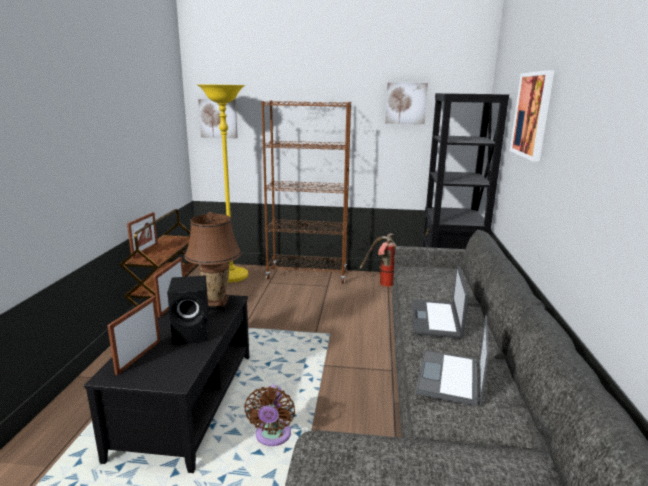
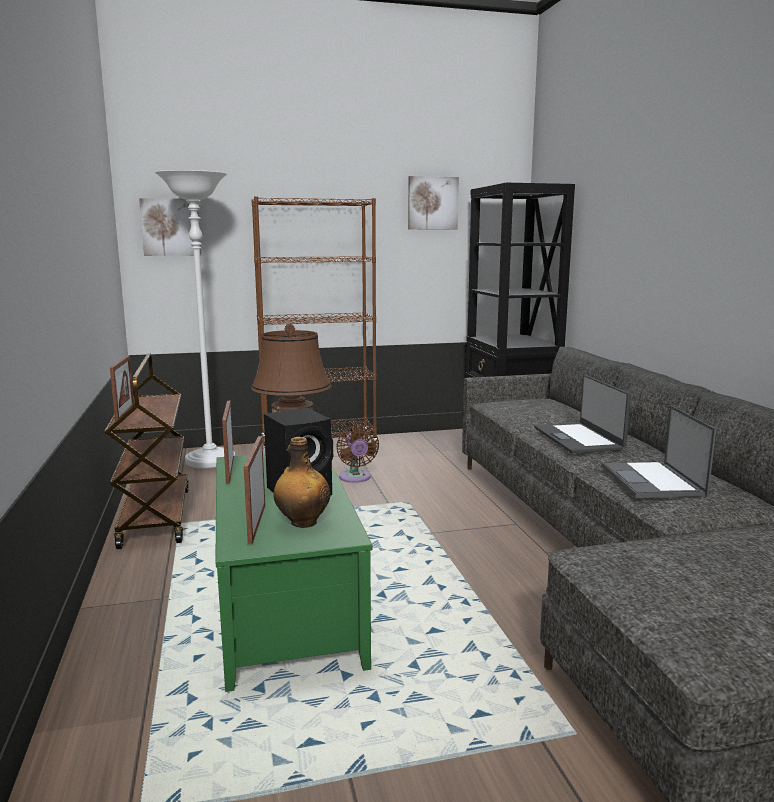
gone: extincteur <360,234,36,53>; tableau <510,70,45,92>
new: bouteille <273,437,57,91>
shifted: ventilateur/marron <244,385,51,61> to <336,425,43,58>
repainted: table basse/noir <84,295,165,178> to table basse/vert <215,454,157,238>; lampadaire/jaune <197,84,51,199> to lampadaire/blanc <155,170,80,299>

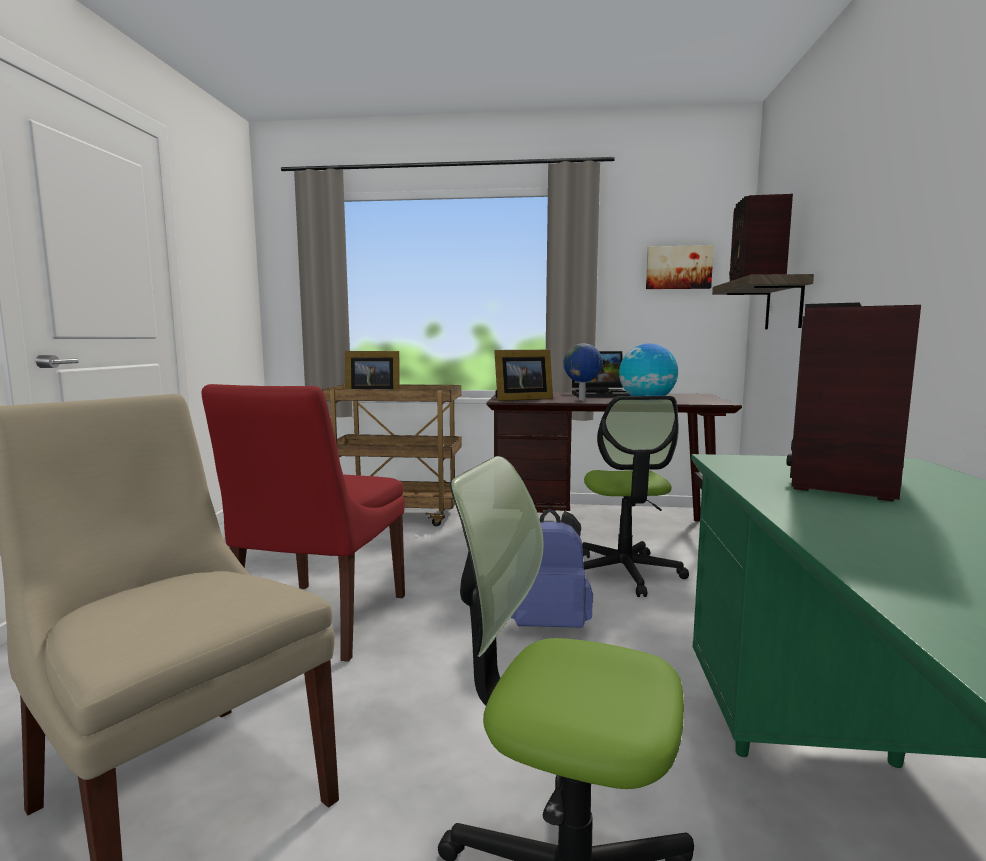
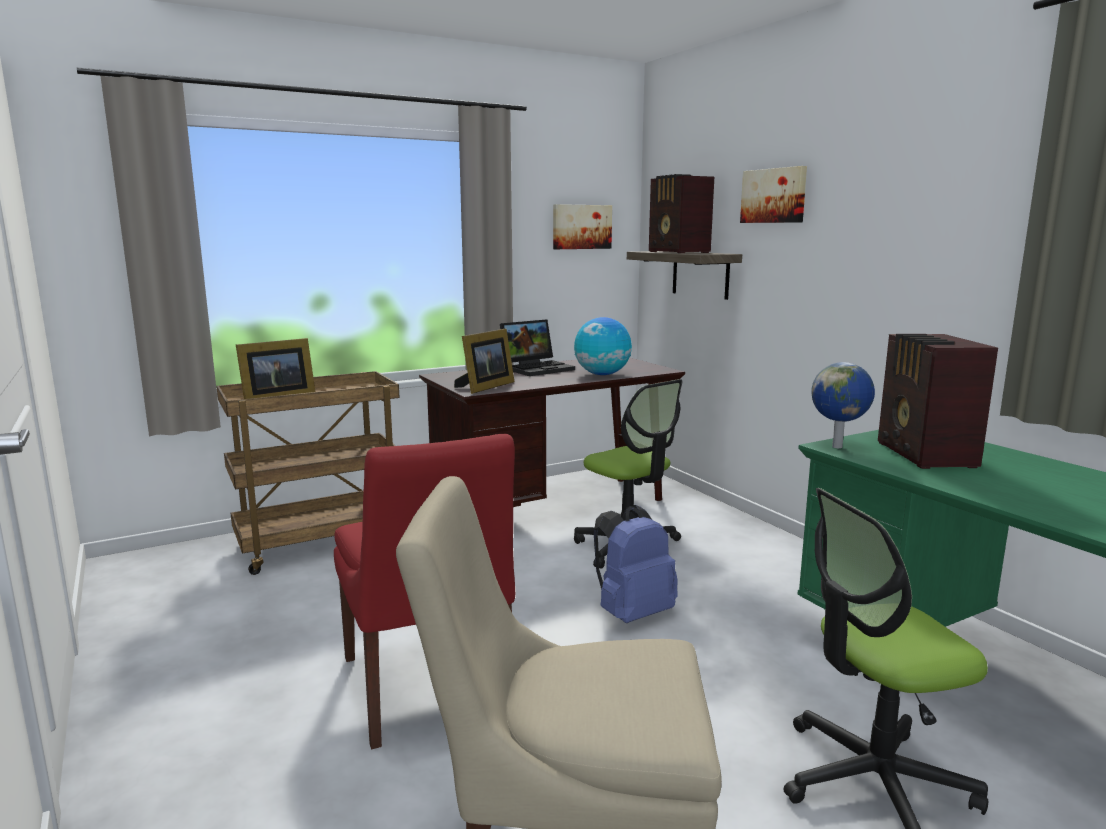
new: tableau <740,166,67,57>
shifted: globe <563,343,40,58> to <811,362,64,86>

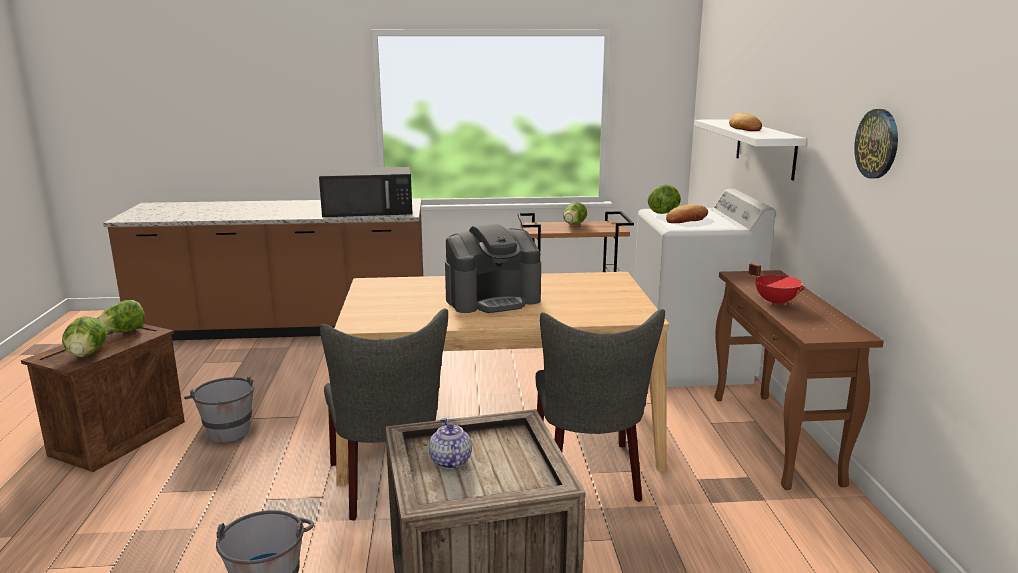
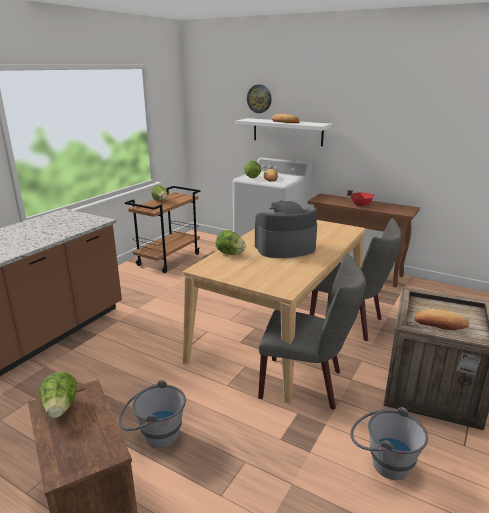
gone: micro-ondes/noir <319,167,93,50>
shifted: laitue <62,316,46,41> to <216,230,30,25>; horloge murale <854,109,44,70> to <247,85,25,28>
swapped: théière <429,418,43,51> to pain <415,309,55,21>
rotated: machine à café <445,223,96,90> = <255,201,62,57> 120 degrees counterclockwise

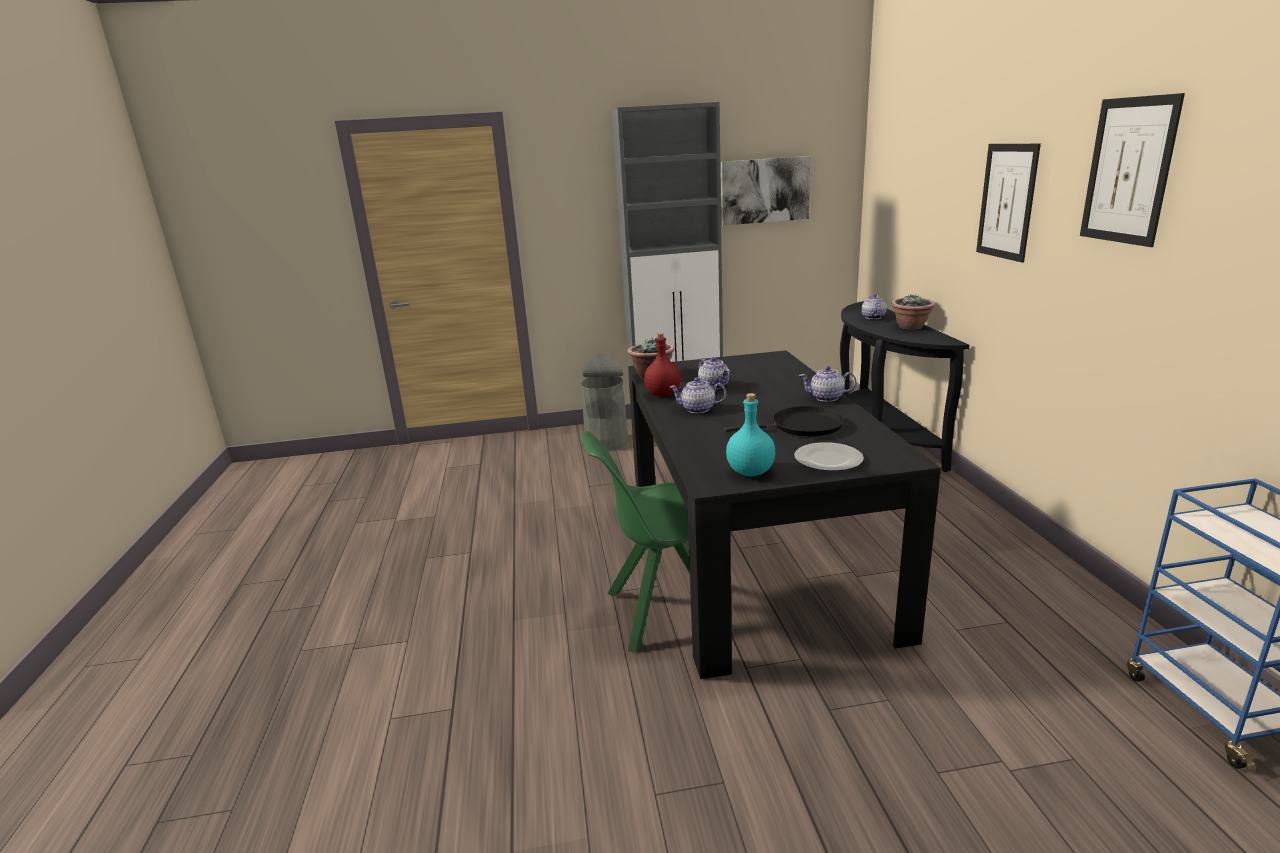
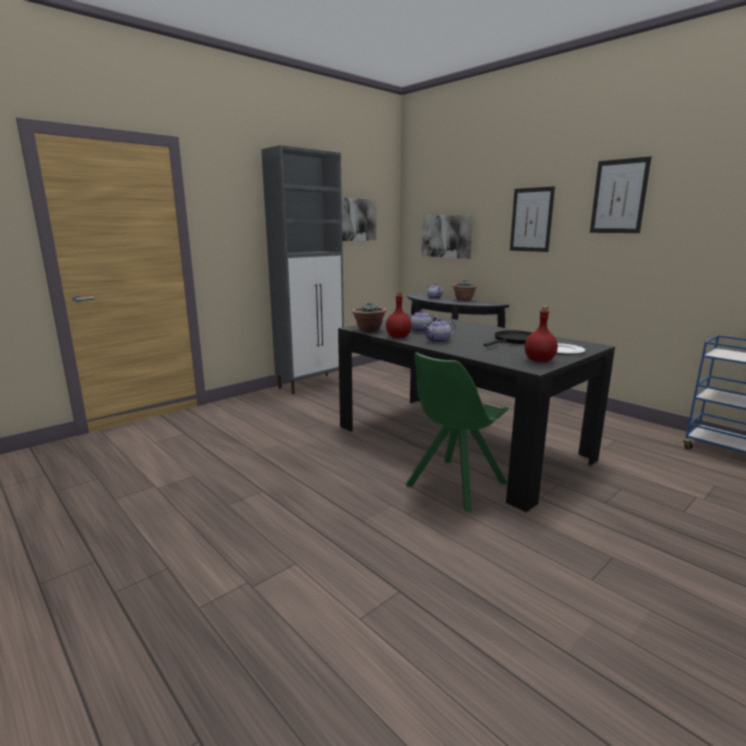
gone: poubelle/gris <581,354,47,97>; théière <799,366,58,36>
new: tableau <422,215,51,44>
repainted: bouteille/turquoise <726,393,50,84> to bouteille/rouge <525,306,33,56>

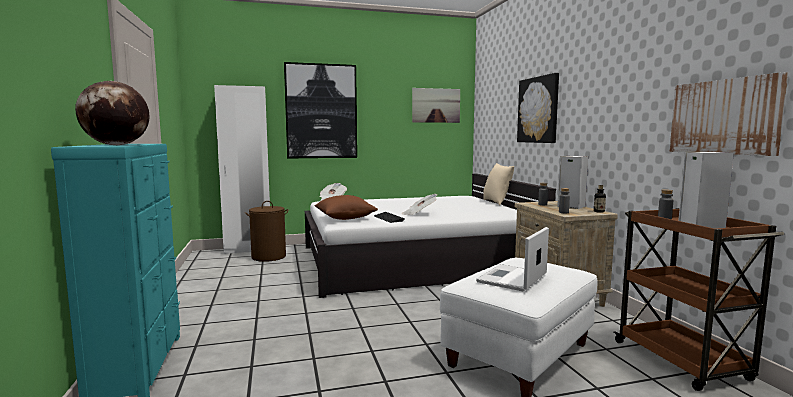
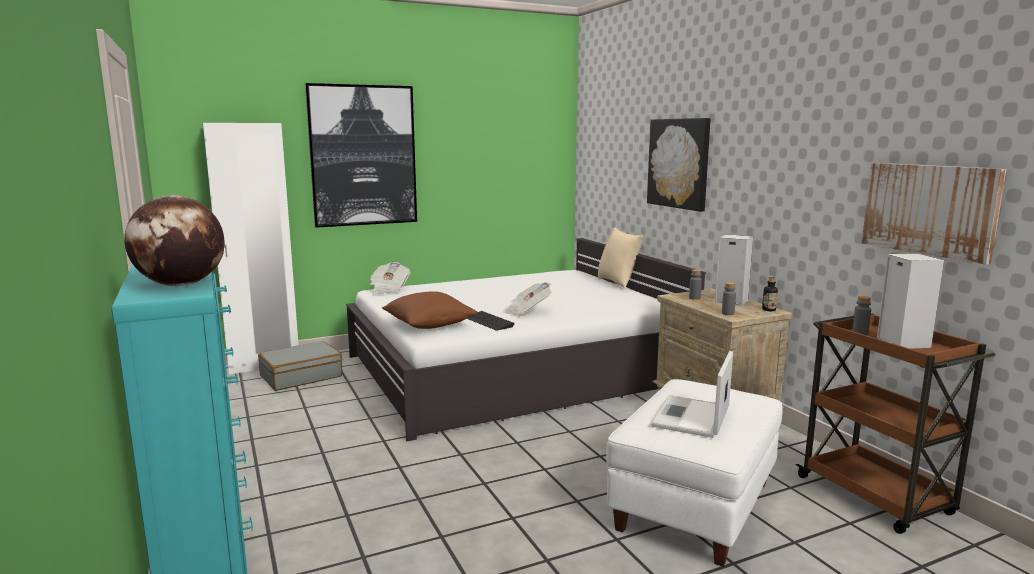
gone: tableau <412,88,48,35>
swapped: panier à linge/marron <245,201,44,61> to valise/gris <258,341,84,50>

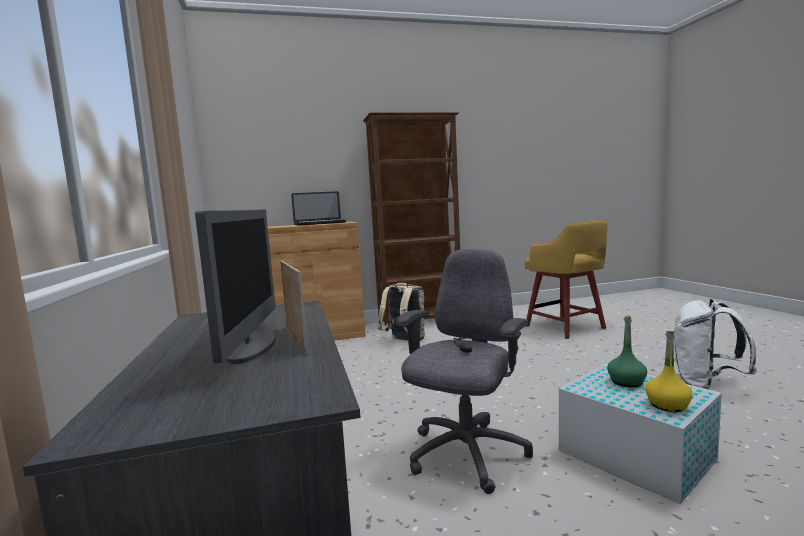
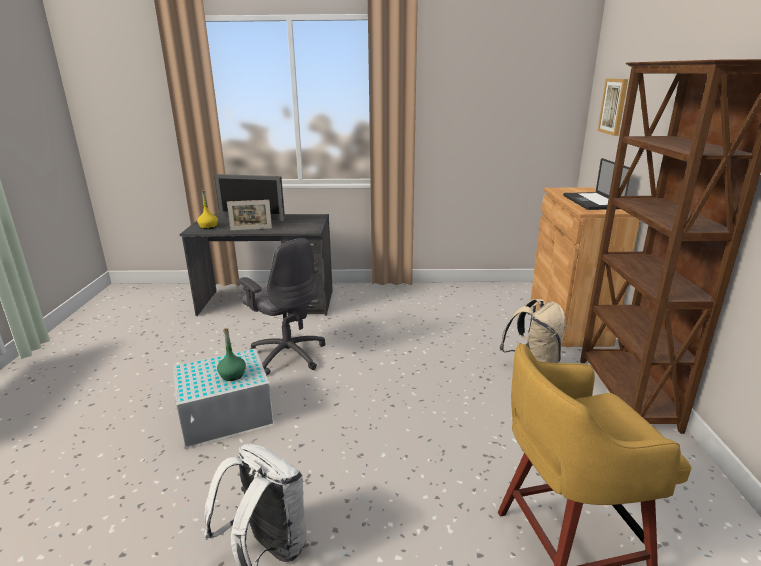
new: tableau <598,79,30,57>
shifted: bouteille/jaune <645,331,48,81> to <197,190,21,39>

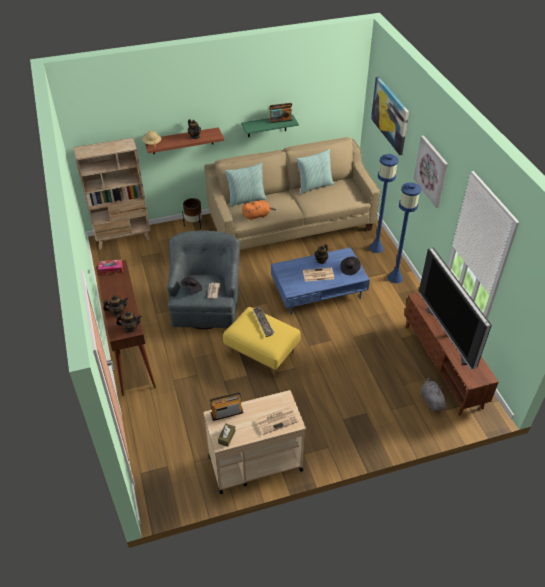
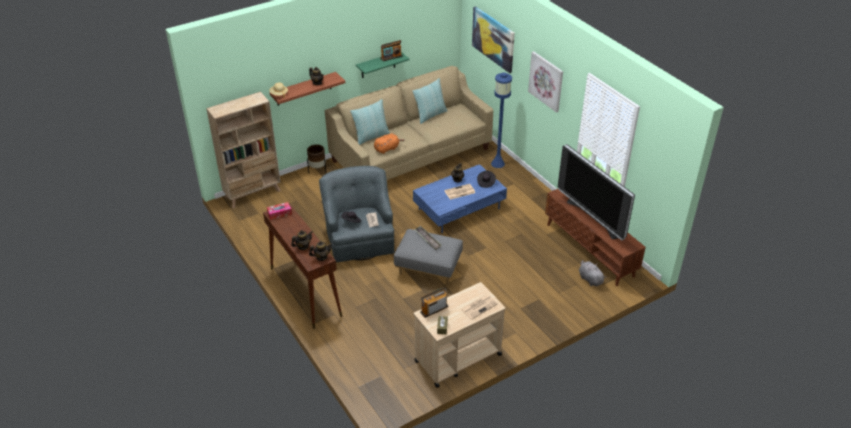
gone: lampadaire/bleu <388,182,33,101>
repainted: pouf/jaune <223,307,78,69> to pouf/gris <394,229,69,57>

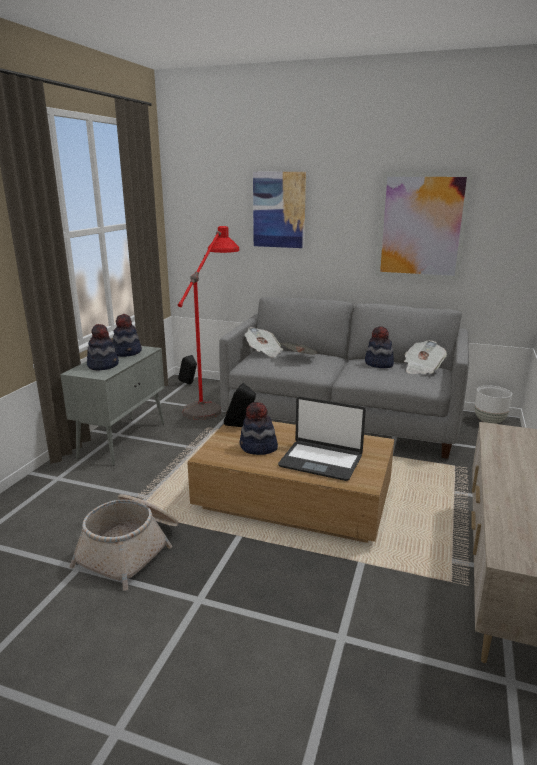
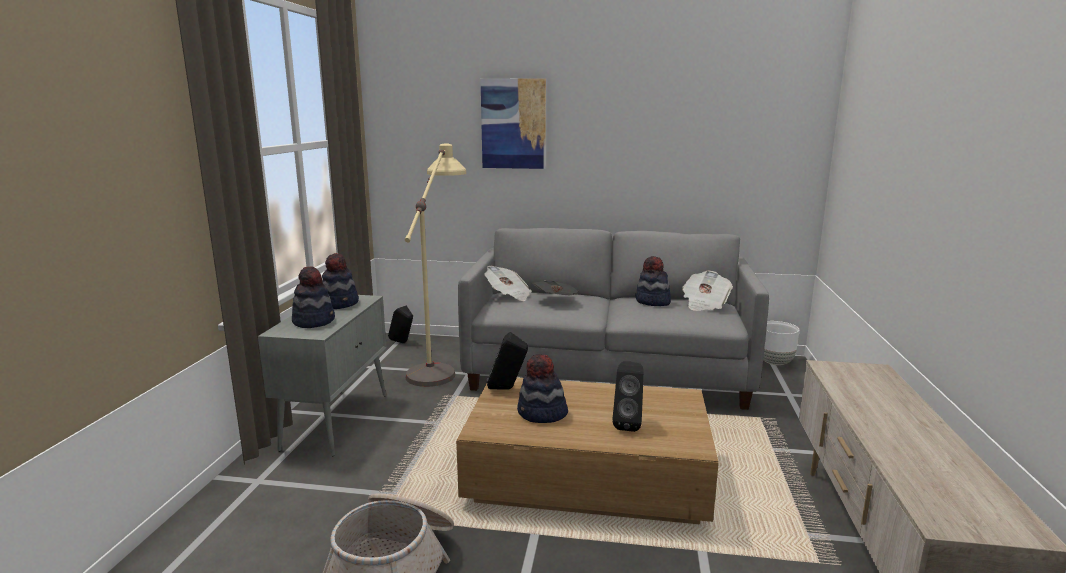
gone: tableau <376,172,97,109>
swapped: ordinateur portable <278,397,88,84> to enceinte/noir <613,362,31,70>
repainted: lampadaire/rouge <178,226,61,194> to lampadaire/beige <405,144,61,243>

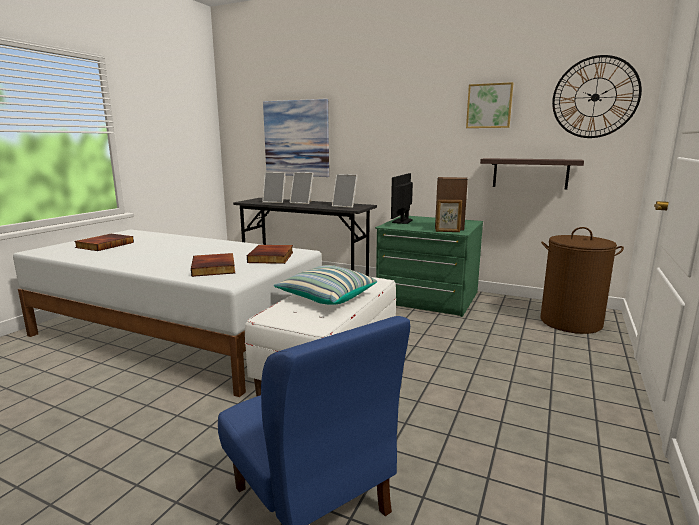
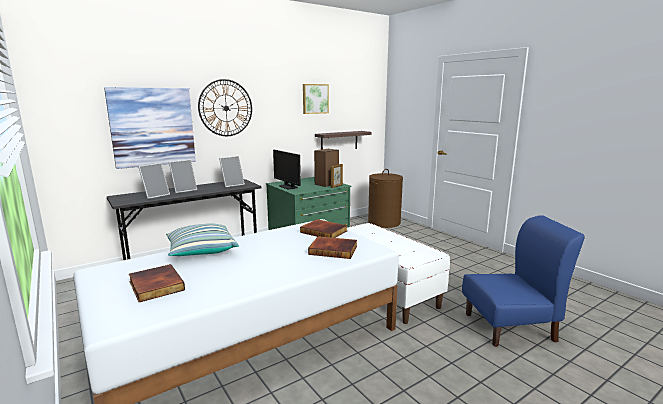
shifted: coussin <274,265,103,40> to <166,223,73,33>; horloge murale <552,55,90,83> to <198,79,54,57>

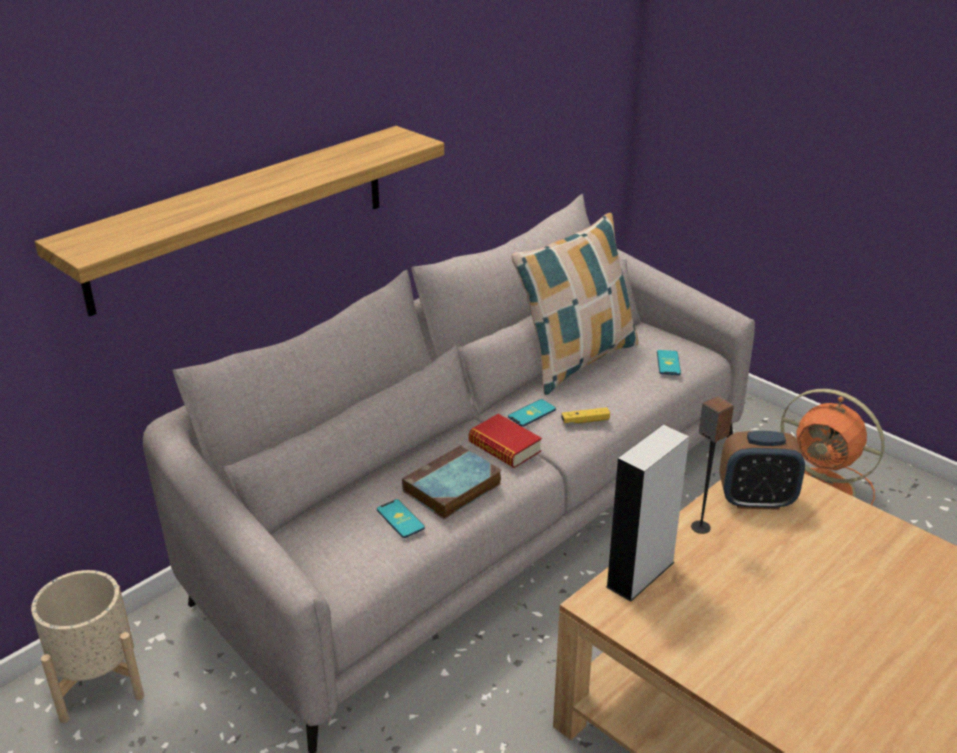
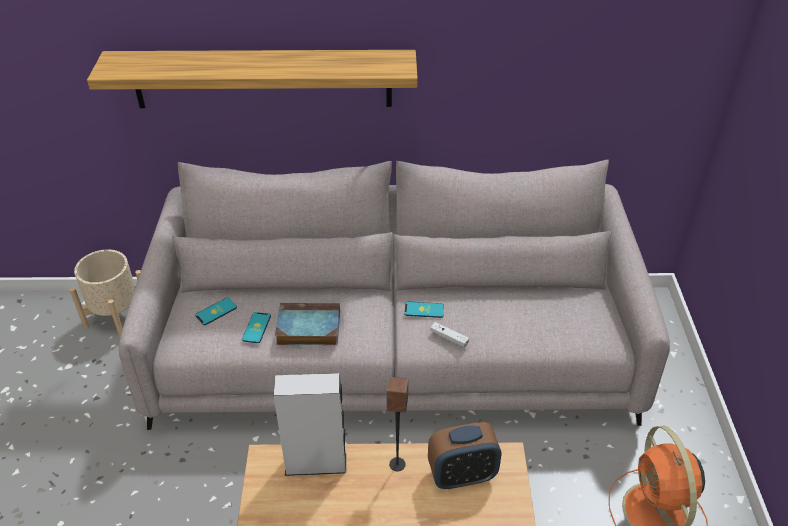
gone: livre <469,414,73,54>; coussin <511,213,127,182>
shifted: téléphone <657,350,24,25> to <195,297,42,28>
repainted: manette/jaune <561,407,49,16> to manette/blanc <430,322,39,26>
rotated: réveil <719,431,86,79> = <428,422,73,67> 60 degrees counterclockwise

